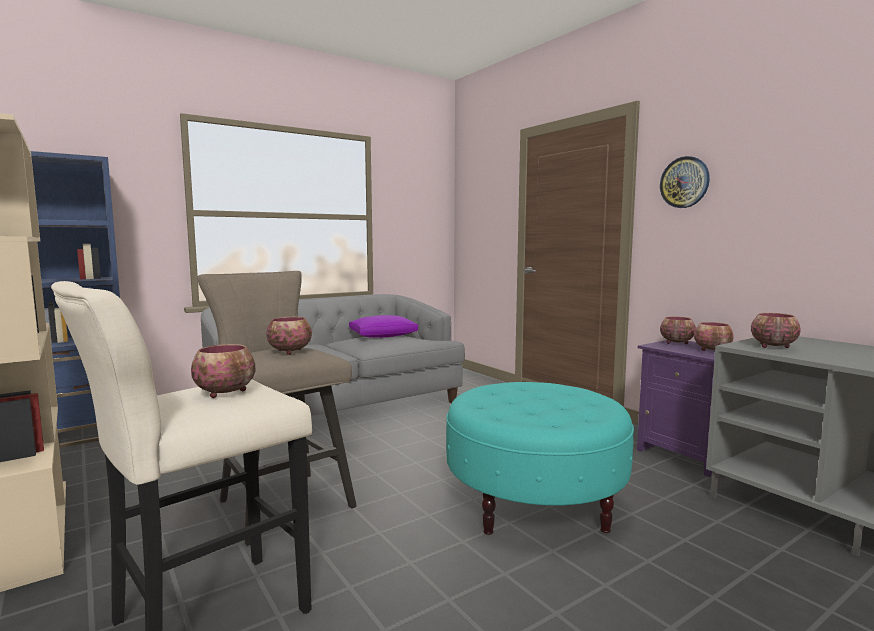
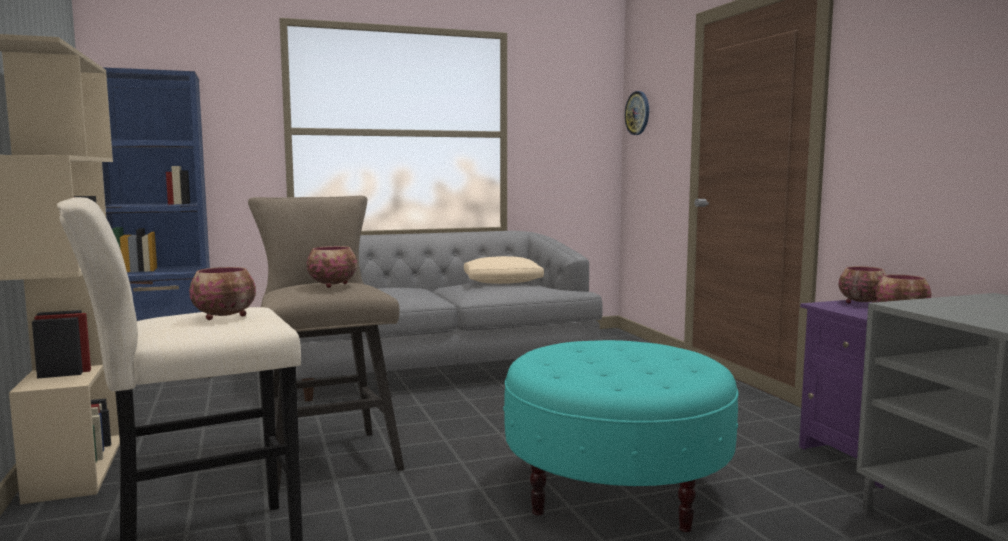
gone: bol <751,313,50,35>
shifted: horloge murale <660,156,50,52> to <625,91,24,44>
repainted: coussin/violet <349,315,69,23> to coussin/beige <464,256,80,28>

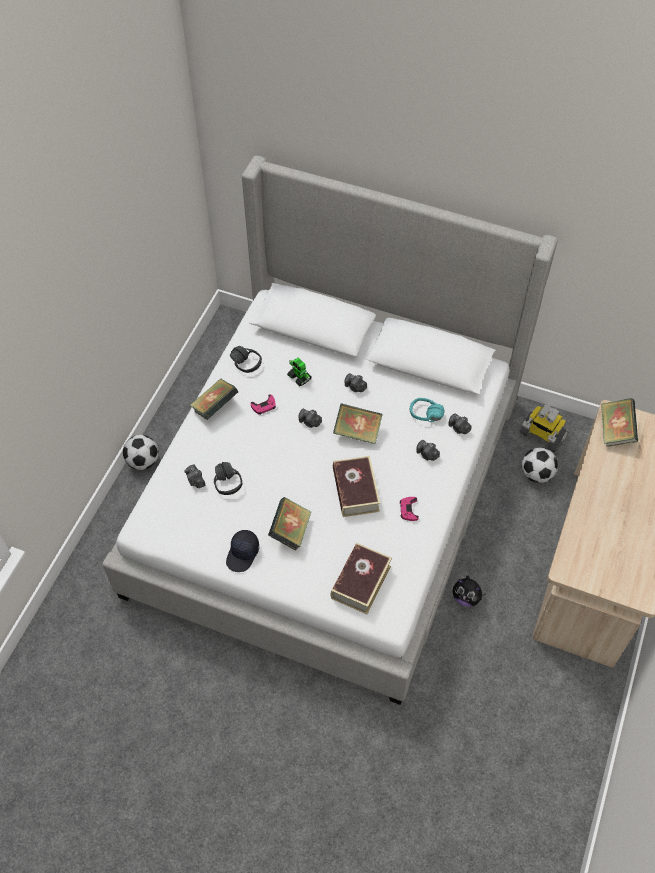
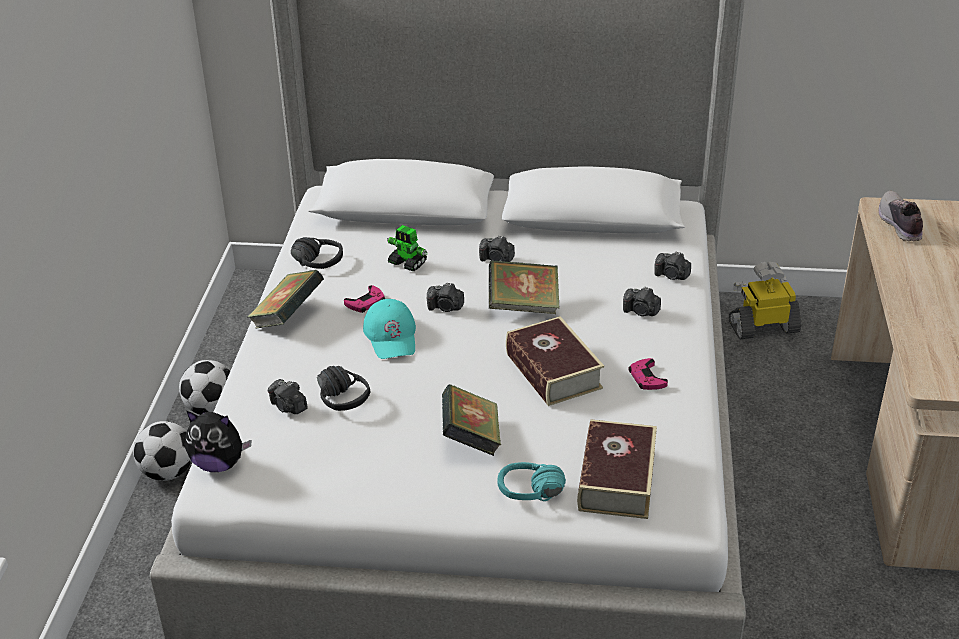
gone: casquette/noir <226,530,33,42>
new: casquette/turquoise <363,299,53,60>
shifted: casque audio/turquoise <410,398,35,24> to <498,462,68,39>; peluche <452,575,34,32> to <185,411,66,61>; ballon de foot <522,447,36,36> to <179,360,51,55>
swapped: livre <601,398,37,49> to chaussure <878,191,45,50>
rotated: robot jouet <519,404,49,49> = <729,262,72,77> 150 degrees clockwise

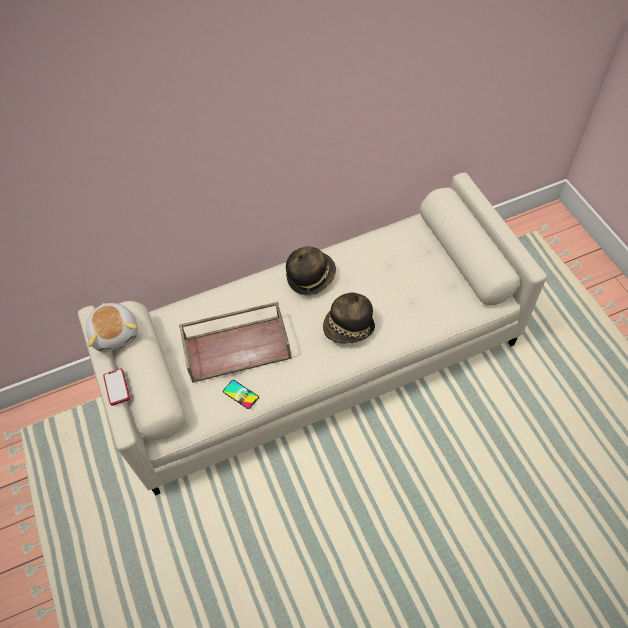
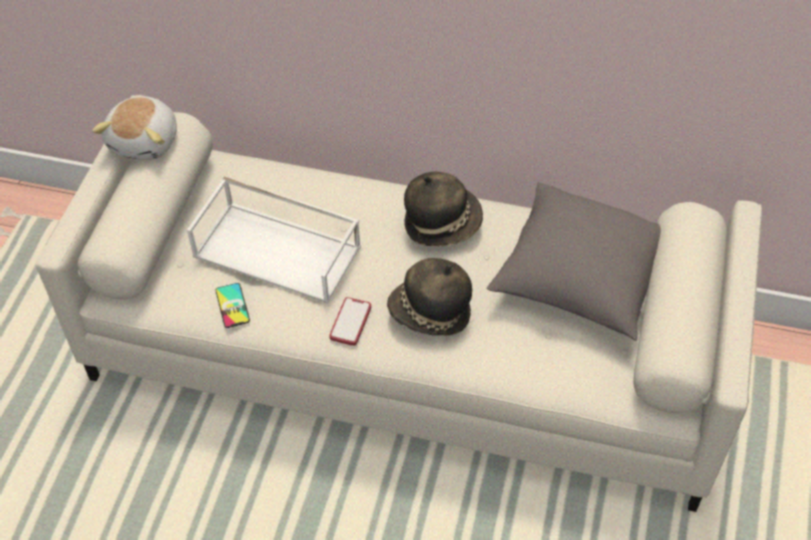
new: coussin/gris <487,183,174,158>
shifted: téléphone <103,368,27,38> to <329,297,42,49>
repainted: plateau/marron <179,302,113,81> to plateau/blanc <187,177,174,126>

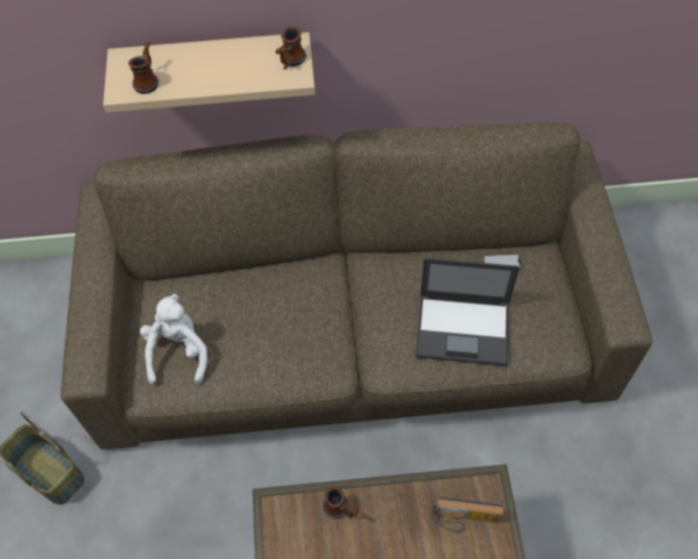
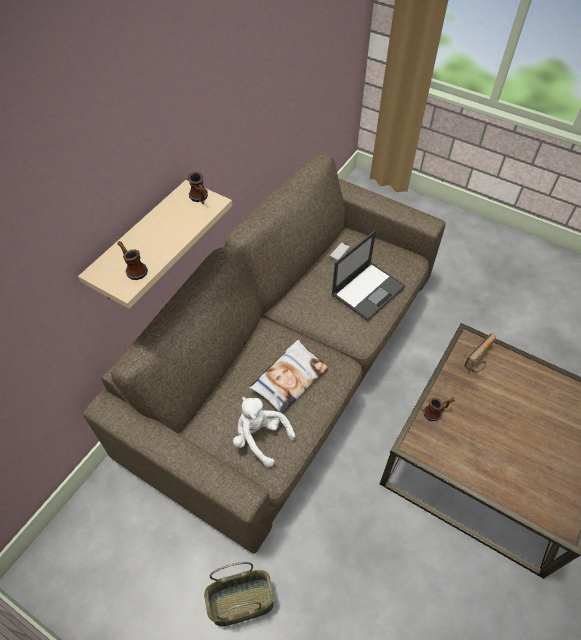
new: coussin <249,340,79,74>

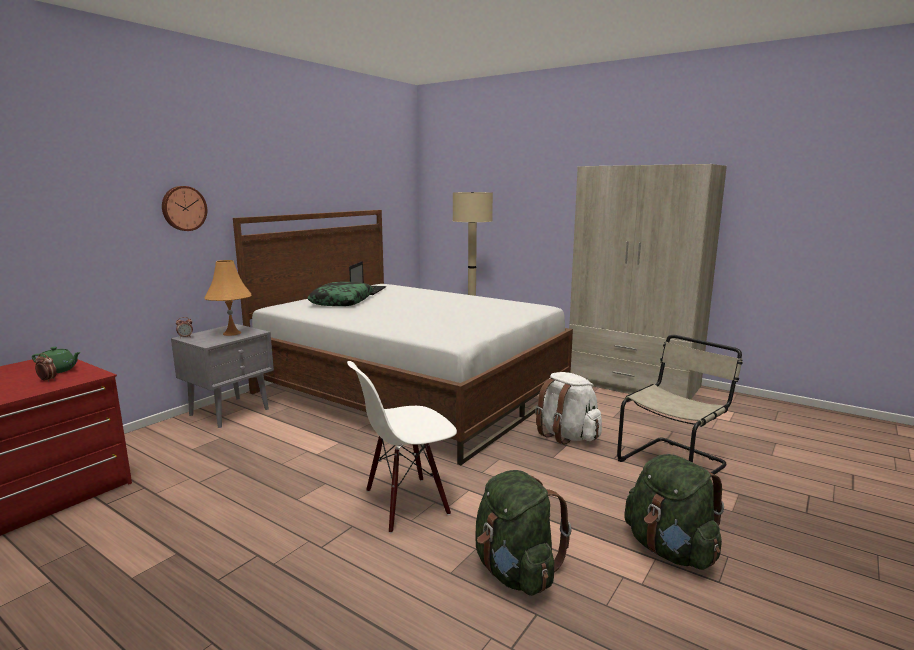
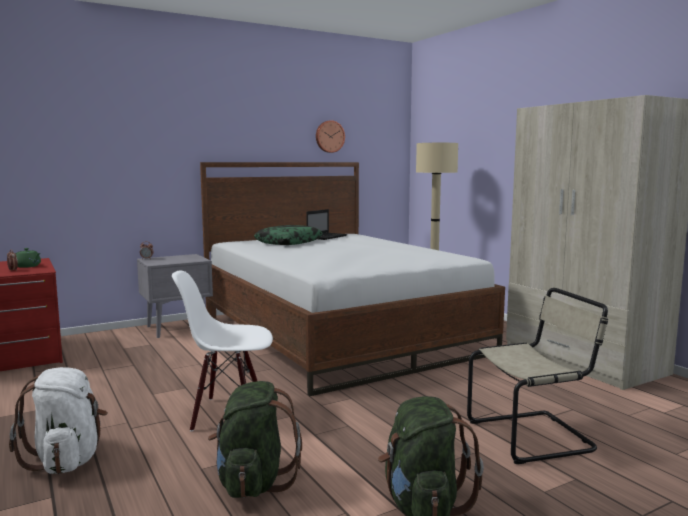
gone: lampe de table/orange <204,260,47,76>
shifted: horloge murale <162,186,45,45> to <316,120,29,33>; sac à dos/blanc <535,372,67,73> to <9,367,99,107>

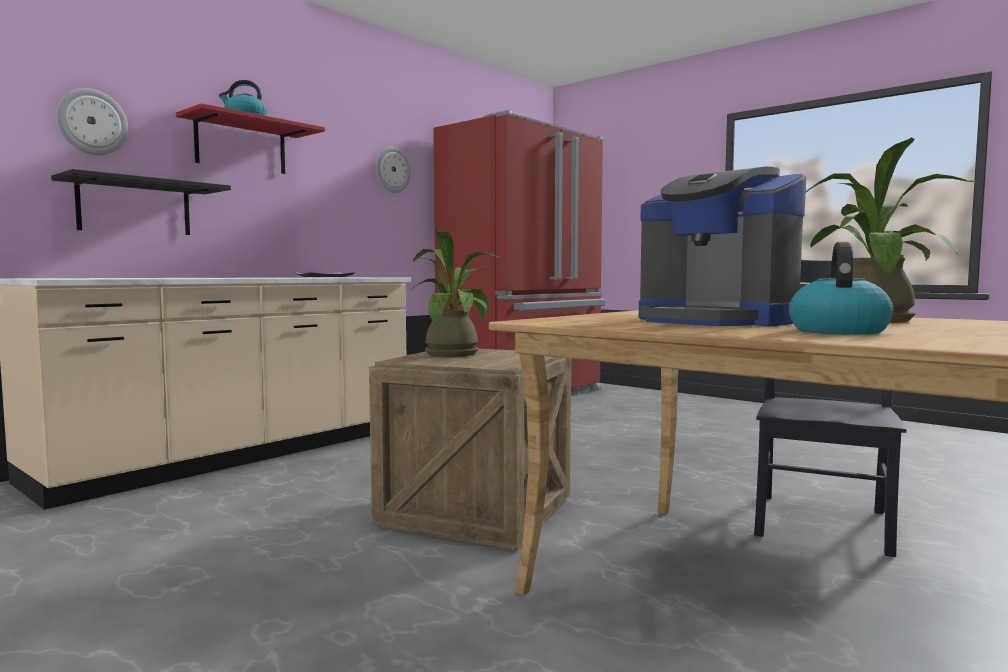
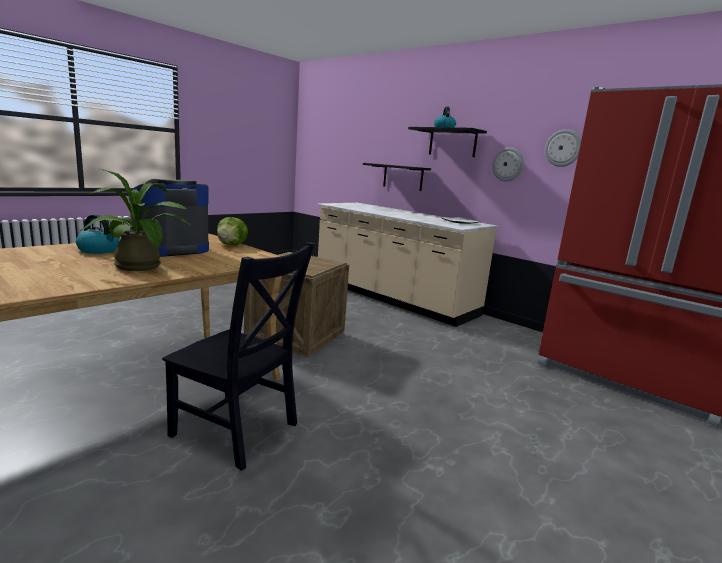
gone: plante en pot <409,230,91,127>
new: laitue <217,217,31,28>
shifted: horloge murale <56,88,72,67> to <492,147,32,35>
repainted: étagère/rouge <176,103,149,71> to étagère/noir <408,127,79,30>

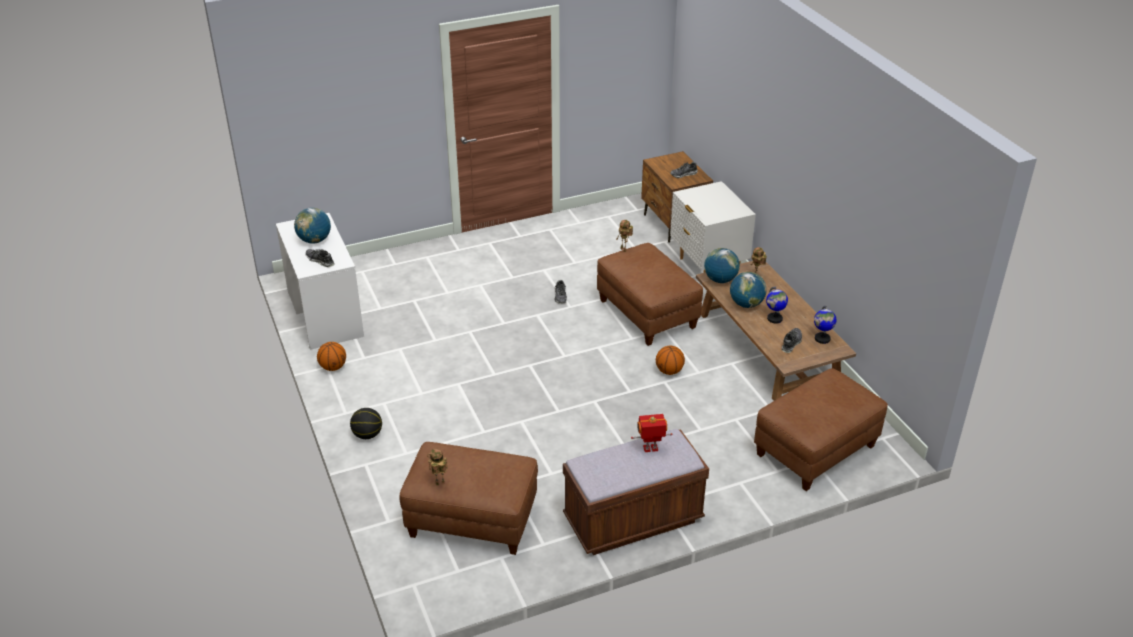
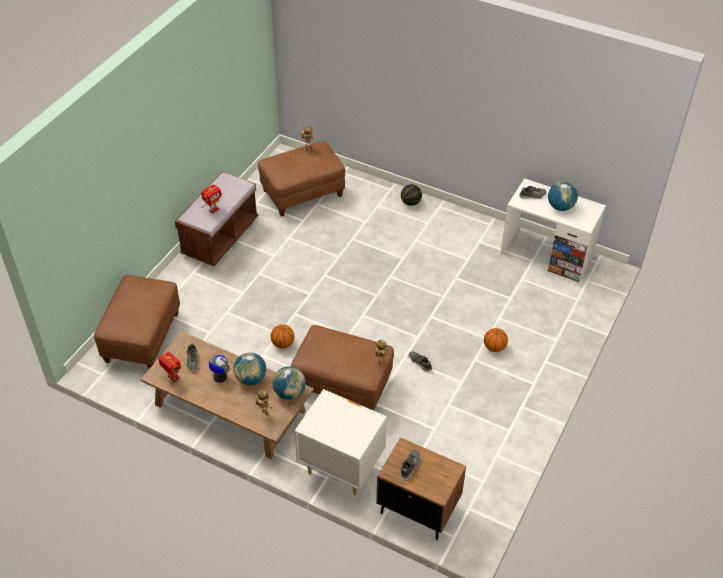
shifted: ballon de basket <317,342,29,29> to <484,328,24,24>
swapped: globe <814,306,23,38> to robot jouet <158,351,23,31>

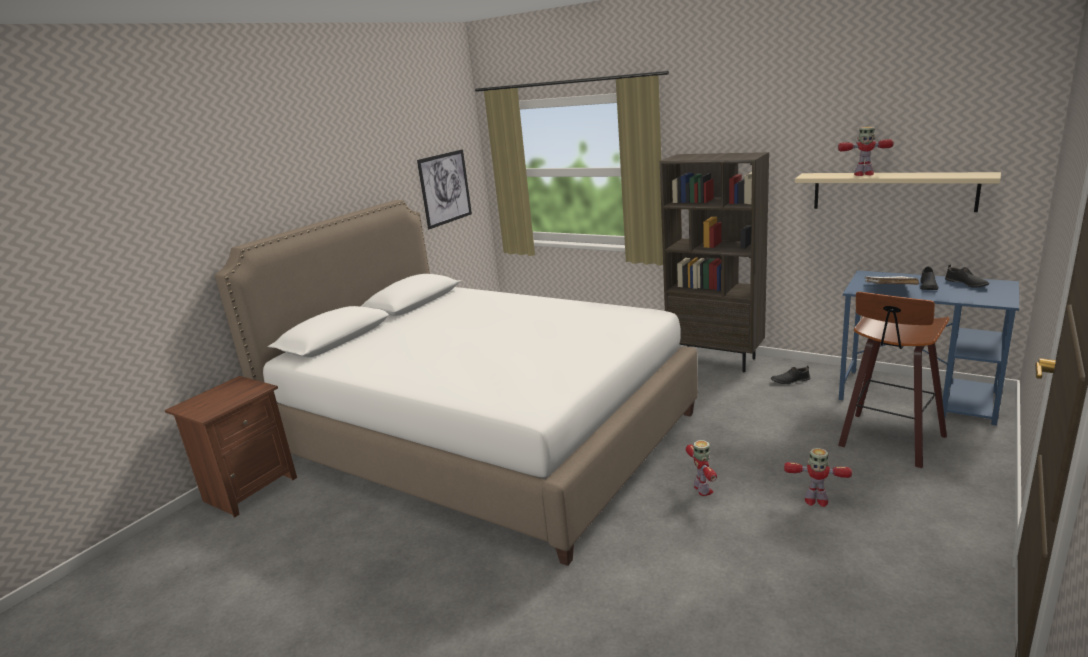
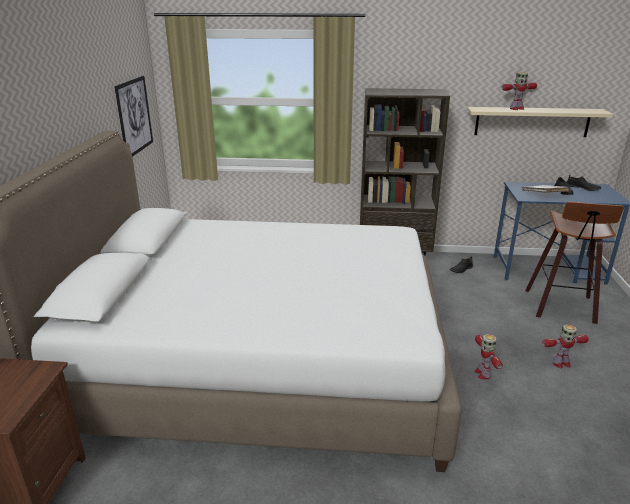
rotated: robot jouet <686,440,31,56> = <474,334,29,46> 150 degrees counterclockwise

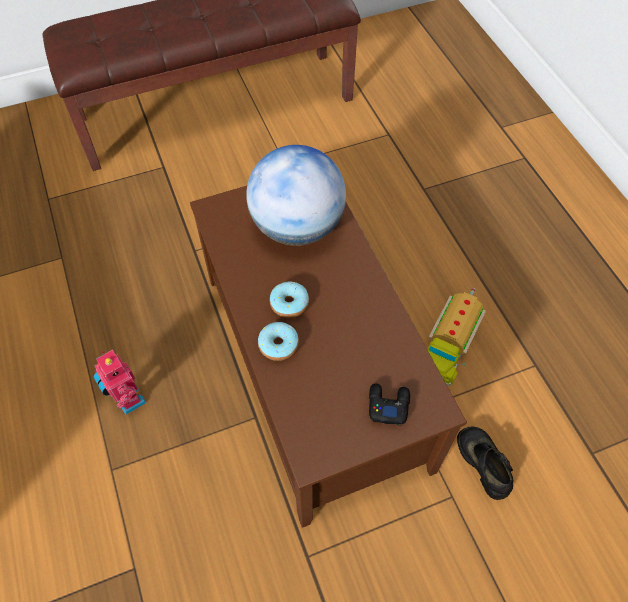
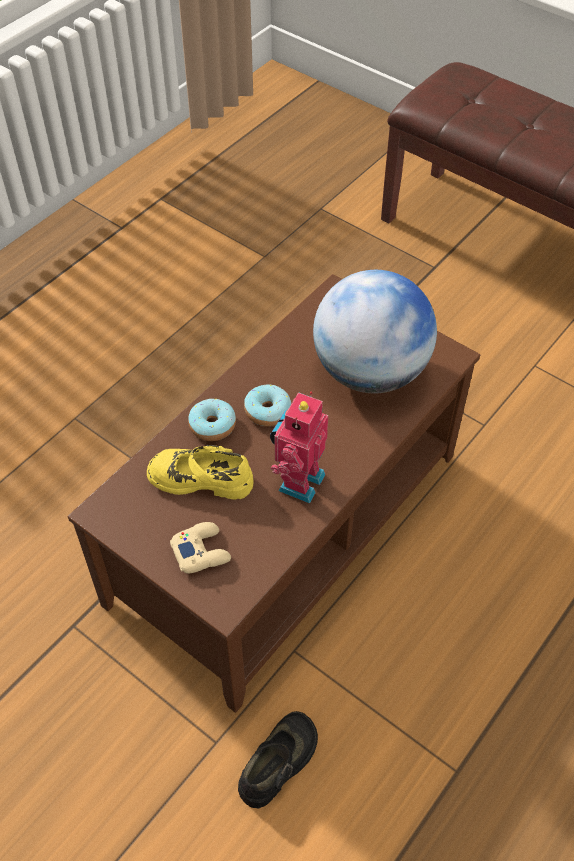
gone: camion jouet <427,288,59,98>
new: chaussure/jaune <147,445,107,55>
shifted: robot jouet <94,350,53,65> to <270,392,58,111>
repainted: manette/noir <369,383,41,43> to manette/beige <170,522,61,51>

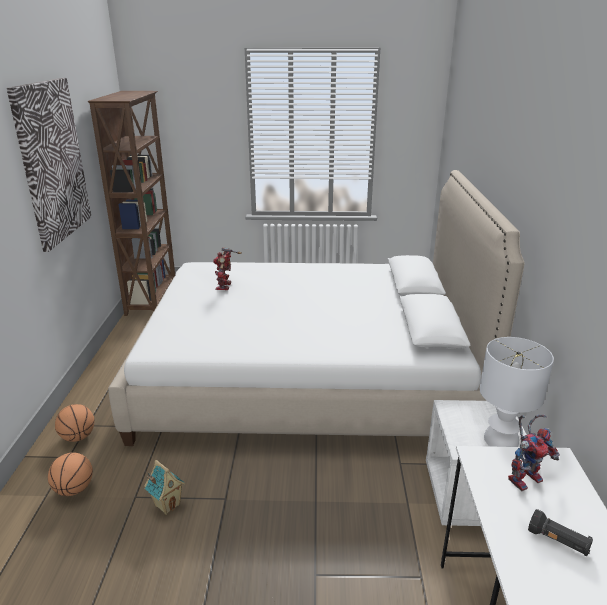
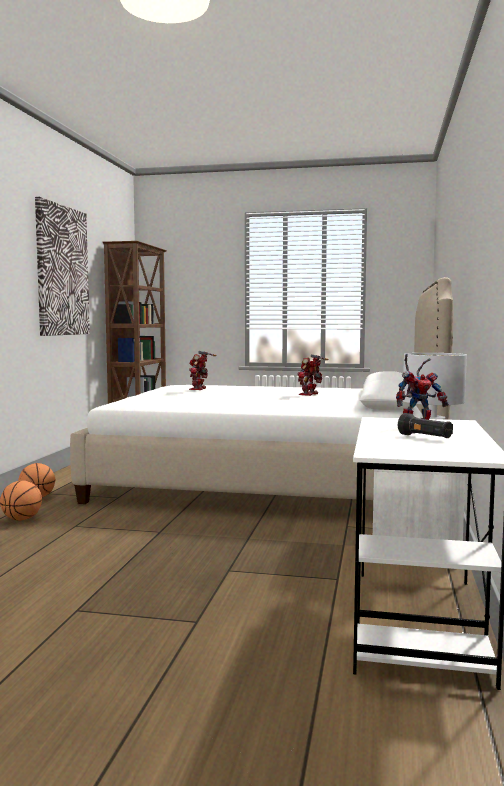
gone: maison miniature <144,460,41,55>
new: robot jouet <297,354,31,42>

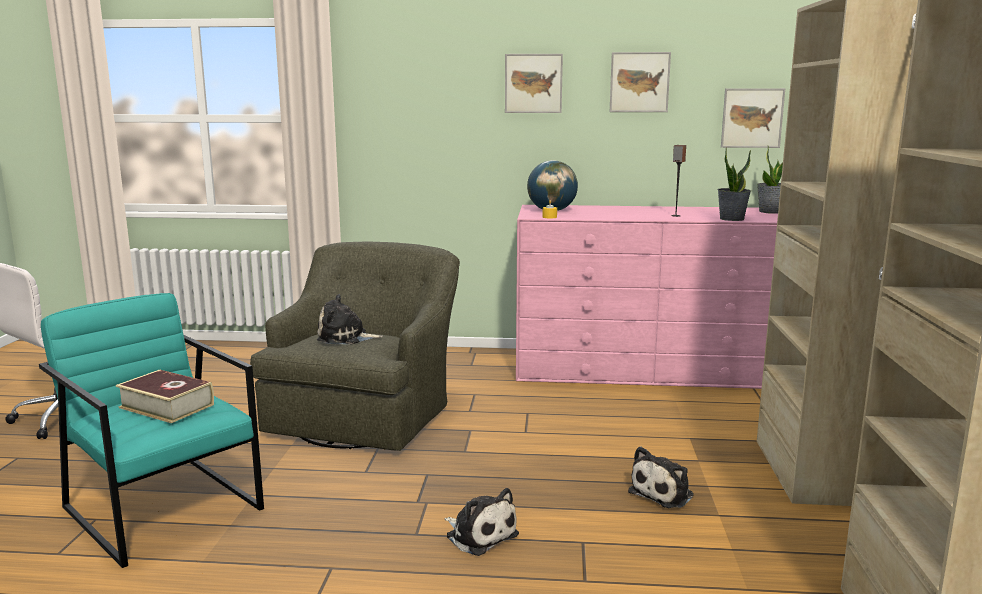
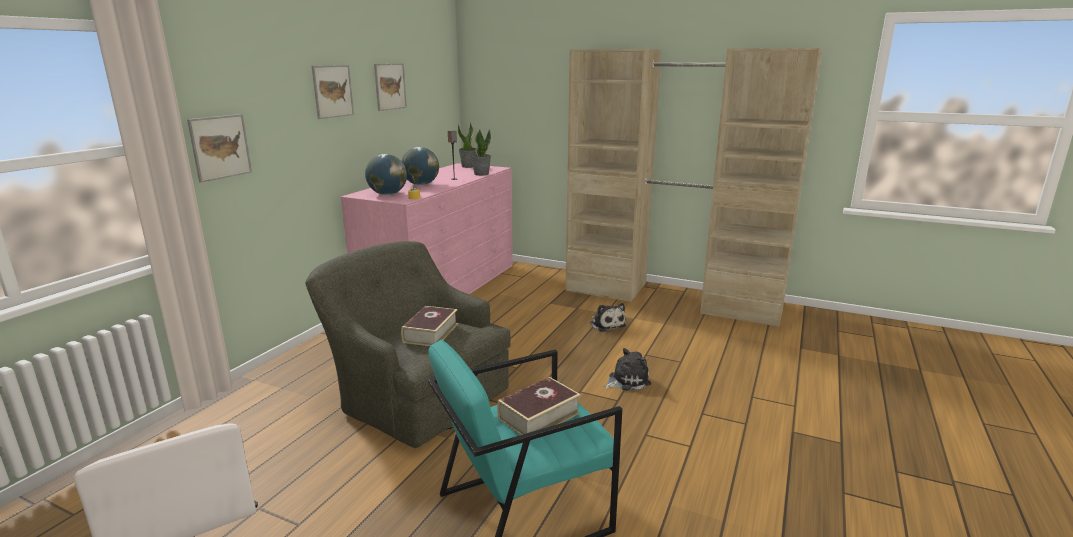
new: globe <402,147,37,38>
shifted: tableau <721,88,64,60> to <187,114,65,69>
swapped: peluche <317,294,66,50> to livre <401,306,57,40>

